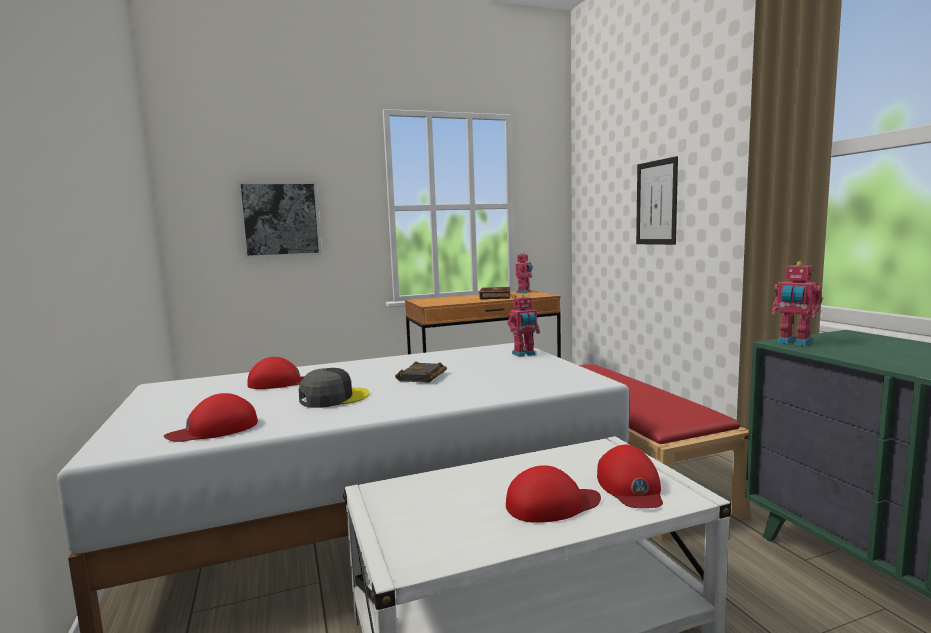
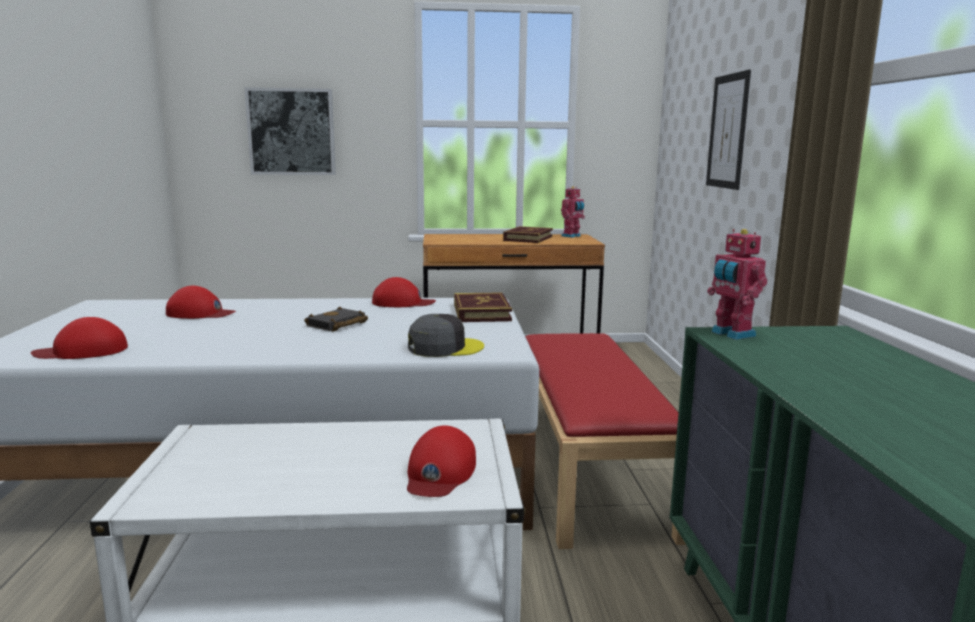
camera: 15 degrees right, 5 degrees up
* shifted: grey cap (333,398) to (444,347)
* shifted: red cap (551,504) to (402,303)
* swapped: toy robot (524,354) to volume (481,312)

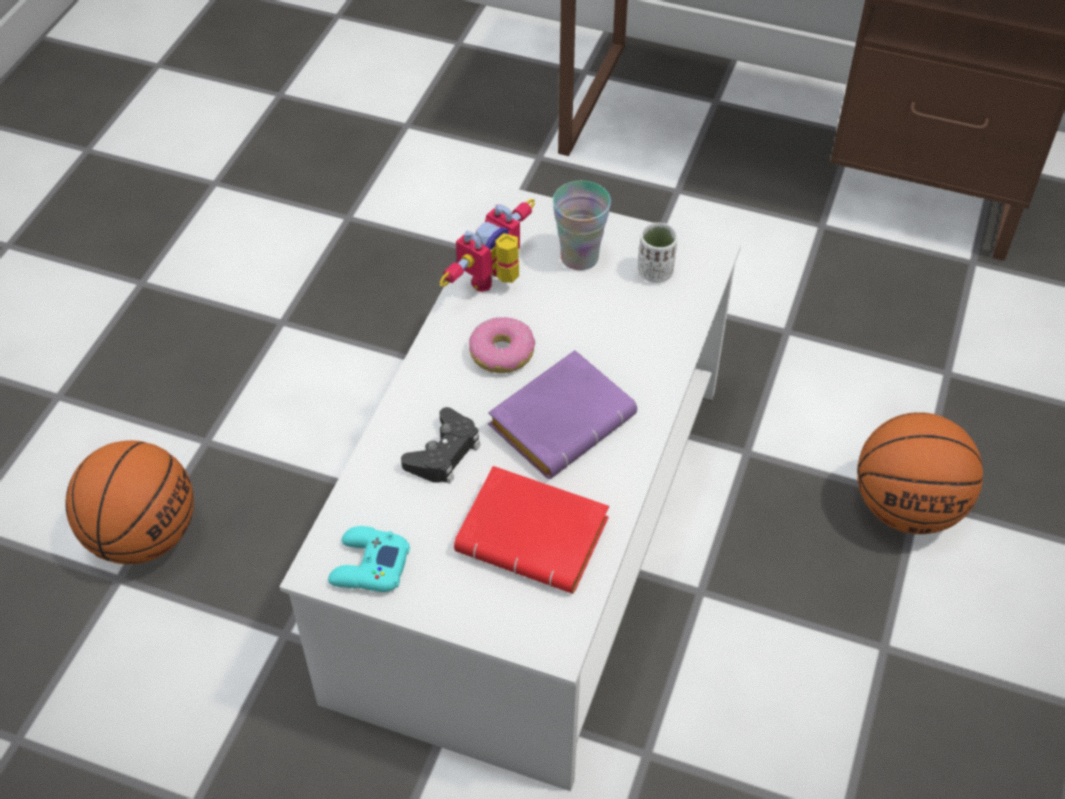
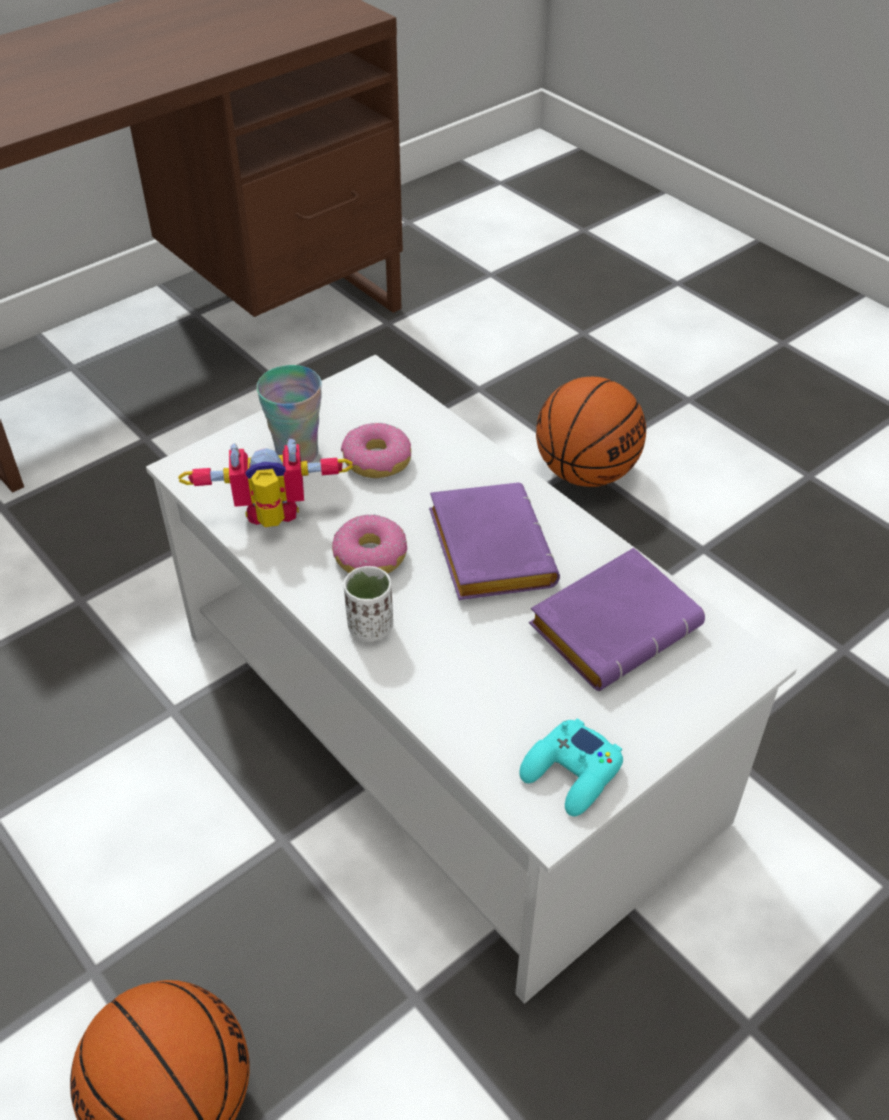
camera: 60 degrees left, 5 degrees down
* gone: black-coloured gamepad (444,453)
* new: doughnut (376,460)
* shifted: whitish cup (655,272) to (370,627)
* repainted: red volume (537,536) to purple-coloured volume (614,624)
* rotated: toy robot (496,281) = (272,521) 105 degrees clockwise

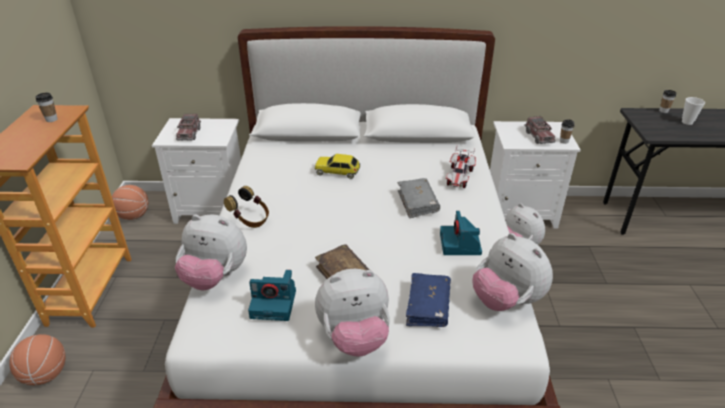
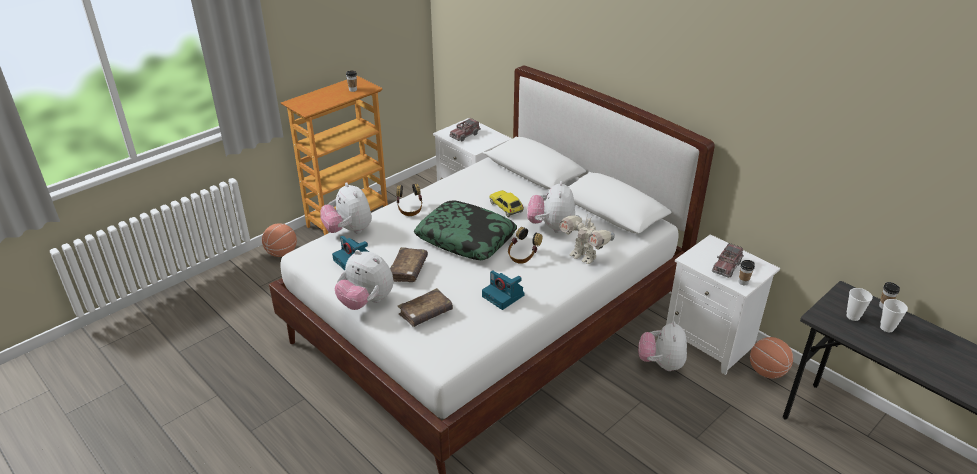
camera: 45 degrees right, 0 degrees up
* new: pillow (466,238)
* new: cup (853,316)
* shifted: basketball ball (133,216) to (767,371)
* shifted: soft toy (506,301) to (551,227)
* swapped: grey volume (417,203) to pair of headphones (523,256)
* swapped: toy car (459,177) to toy robot (584,256)
* repainted: bluish volume (428,306) to brownish volume (425,313)
* rotated: photo camera (460,245) = (504,296) 90 degrees counterclockwise

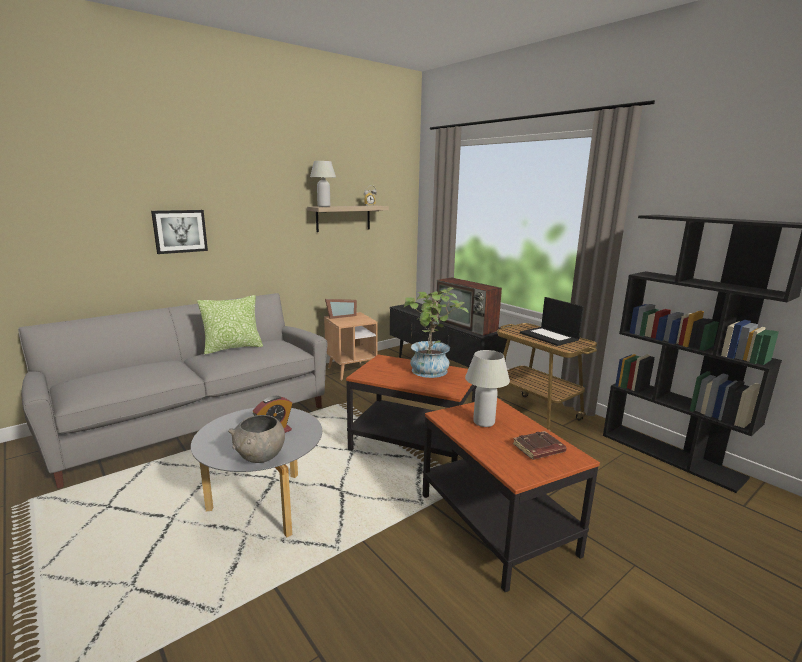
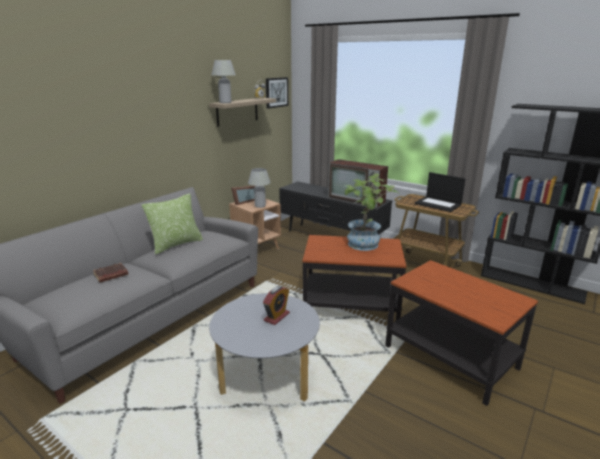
camera: 15 degrees left, 5 degrees up
* gone: grey deep dish (260,457)
* shifted: picture (180,231) to (276,92)
* shifted: whitish tabletop lamp (483,422) to (260,206)
* shifted: brownish volume (538,449) to (111,275)

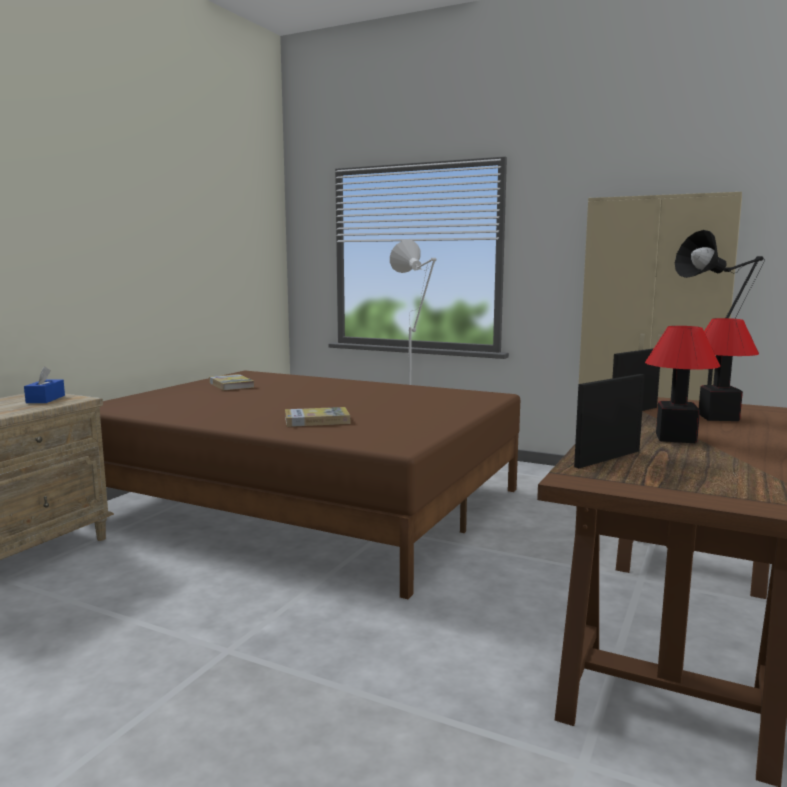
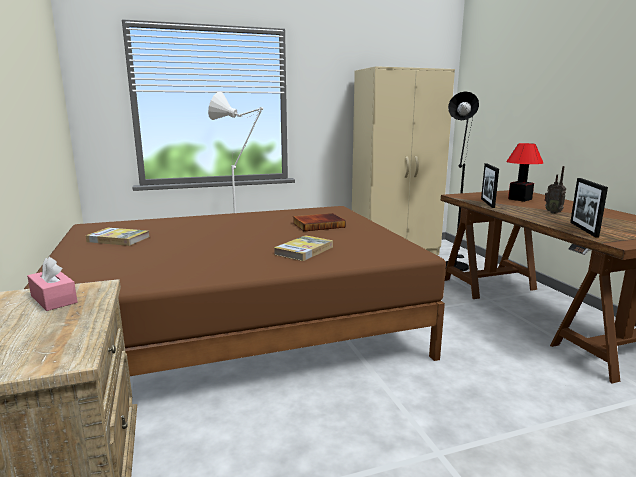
camera: 45 degrees left, 5 degrees up
* new: volume (318,225)
* swapped: tabletop lamp (676,438) to radio set (553,212)
* repainted: bluish tissue box (45,399) to pinkish tissue box (53,299)

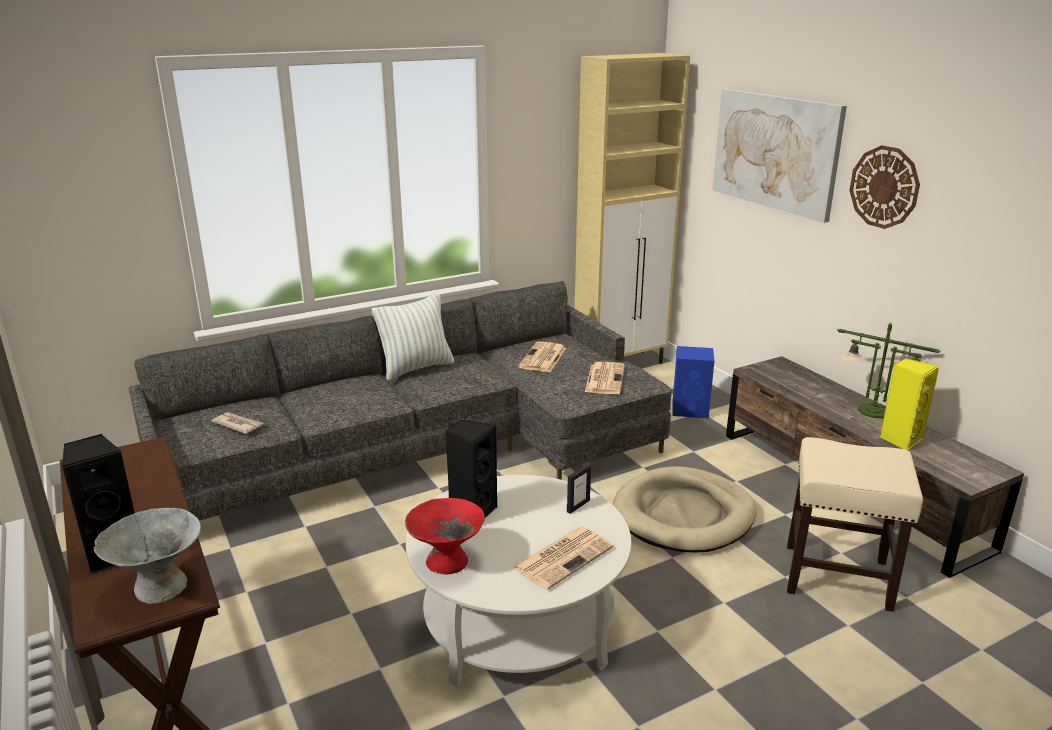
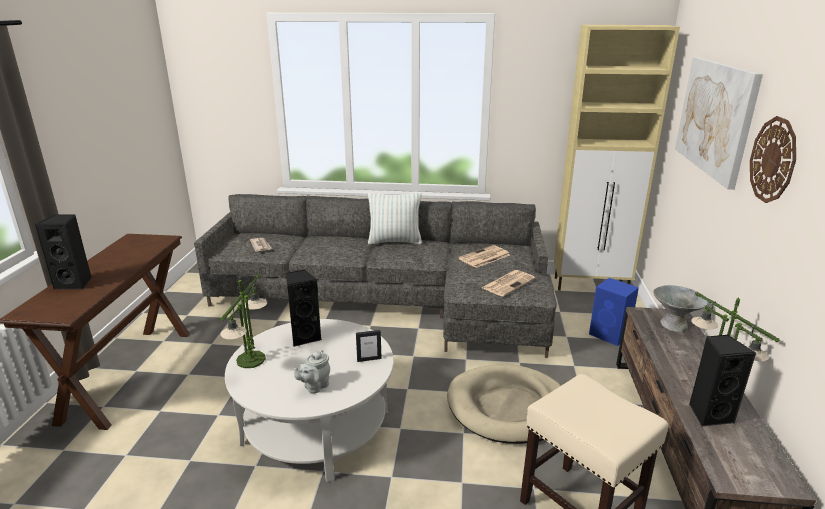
camera: 35 degrees right, 0 degrees up
* shifted: grey deep dish (160,587) to (673,325)
* swapped: red deep dish (446,562) to tabletop lamp (250,360)
* swapped: newspaper (564,557) to grey pot for tea (314,386)
* repainted: yellow-coloured speaker (900,439) to black-coloured speaker (709,414)

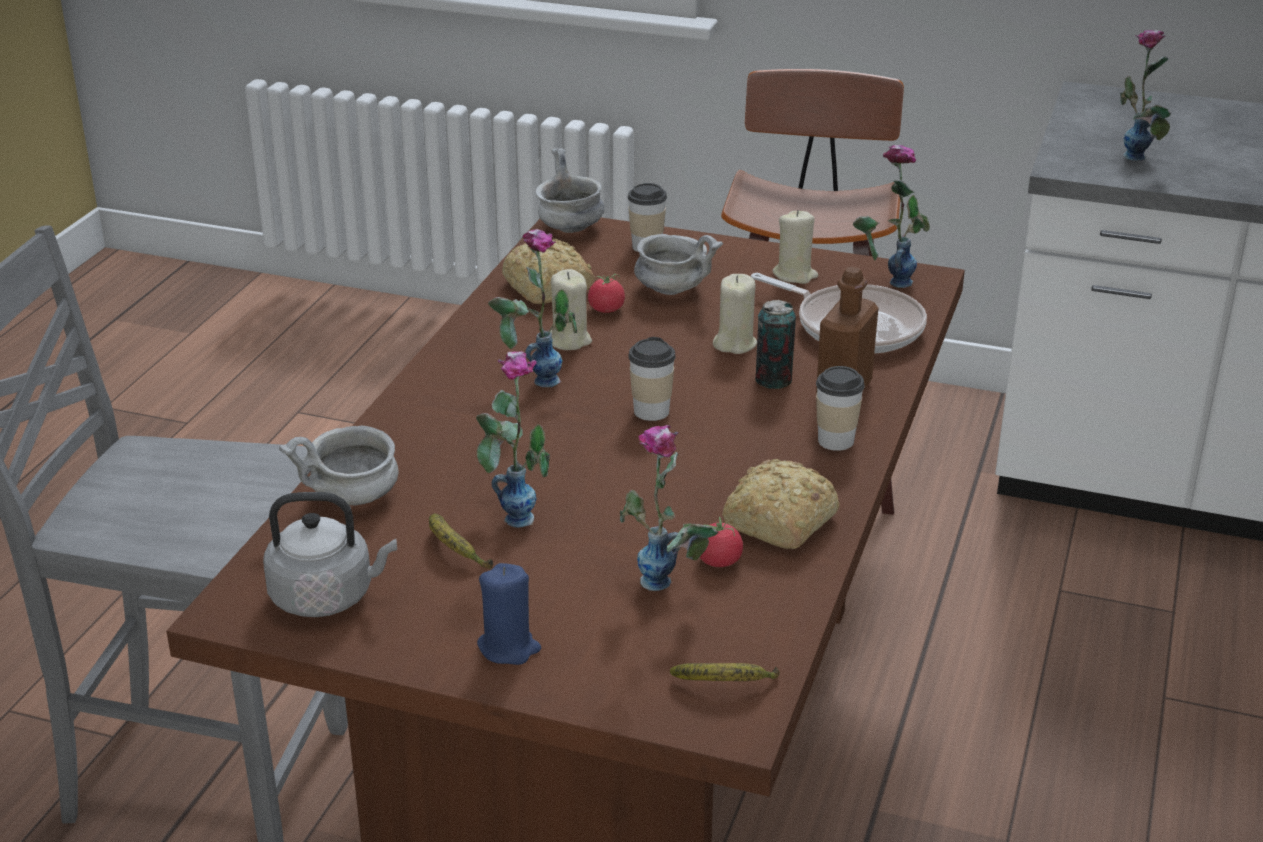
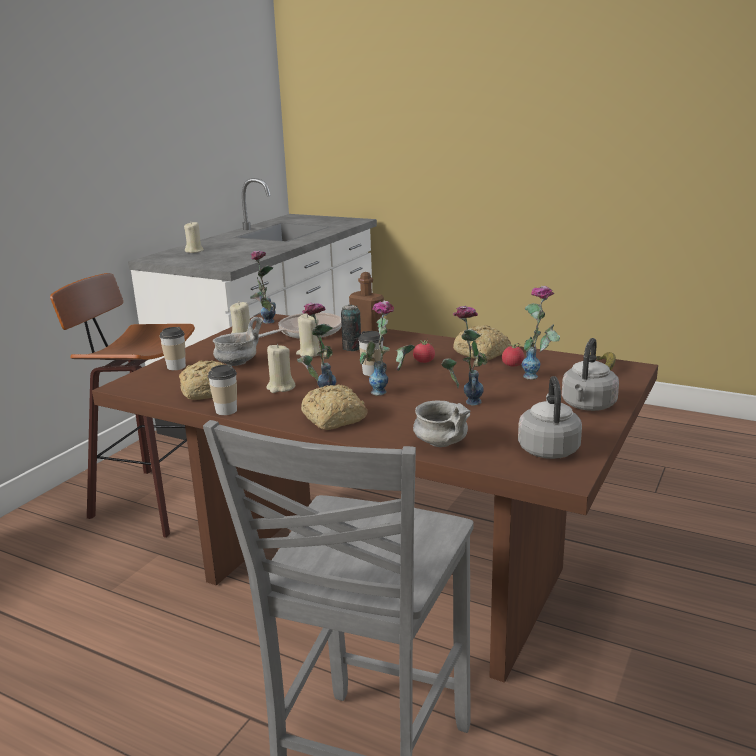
camera: 80 degrees left, 10 degrees down
* gone: banana fruit (454,551)
* gone: grey deep dish (569,226)
* new: beige-coloured wax candle (194,251)
* new: bakery bread (333,420)
* shifted: tomato (606,309) to (424,361)
* shifted: cup (836,441) to (226,410)
* shifted: decorative vase (1135,163) to (389,393)
* swapped: bluish wax candle (509,648) to grey tea kettle (587,406)

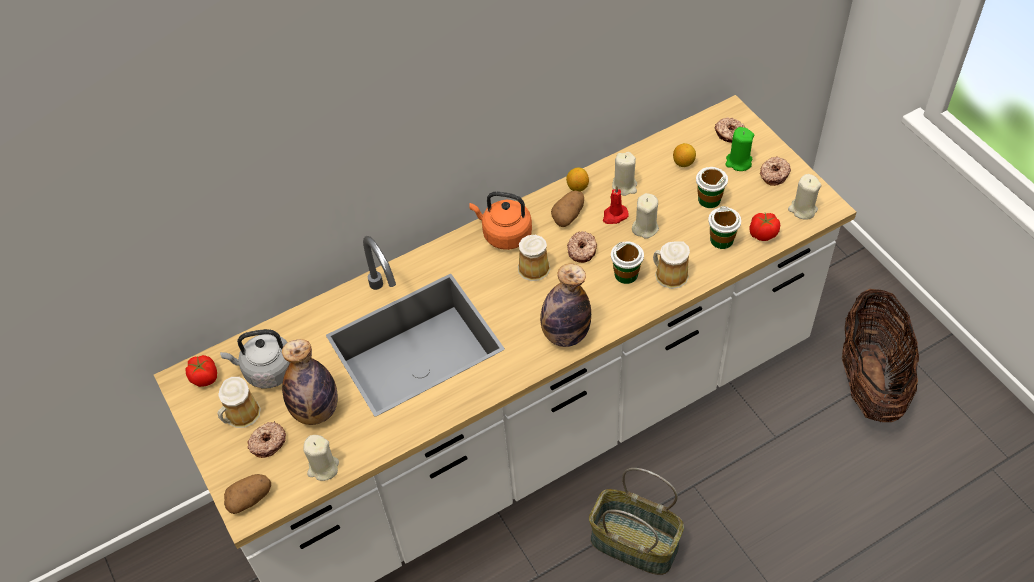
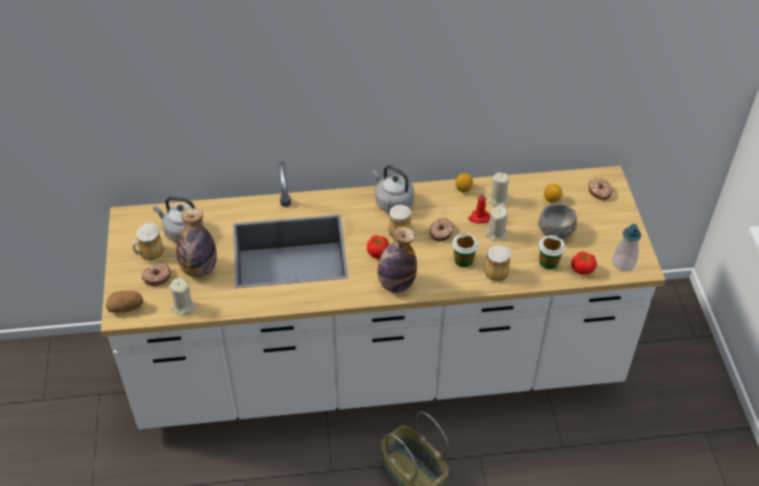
camera: 20 degrees right, 5 degrees down
* gone: whole potato (568,216)
* gone: green wax candle (738,162)
* gone: doughnut (773,174)
* gone: storage basket (870,379)
* shifted: tomato (205,377) to (378,253)
* swapped: cup (709,199) to grey deep dish (556,231)
* swapped: beige-coloured wax candle (802,209) to liquid soap bottle (623,263)
* repainted: orangey tea kettle (504,234) to grey tea kettle (392,202)

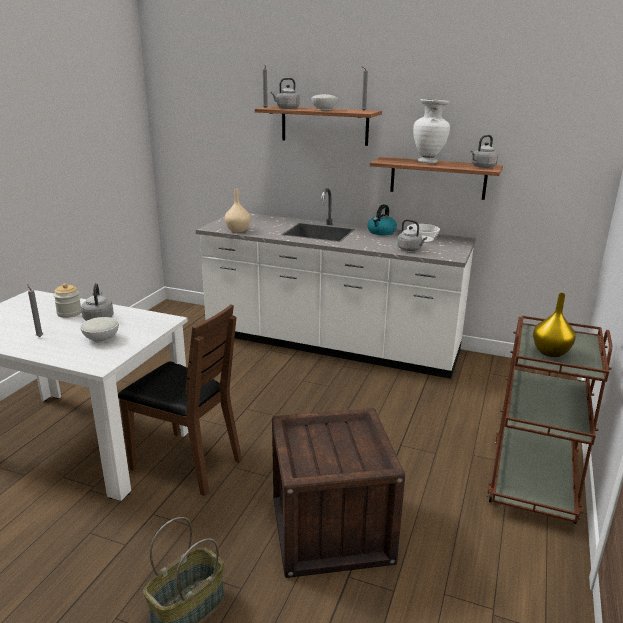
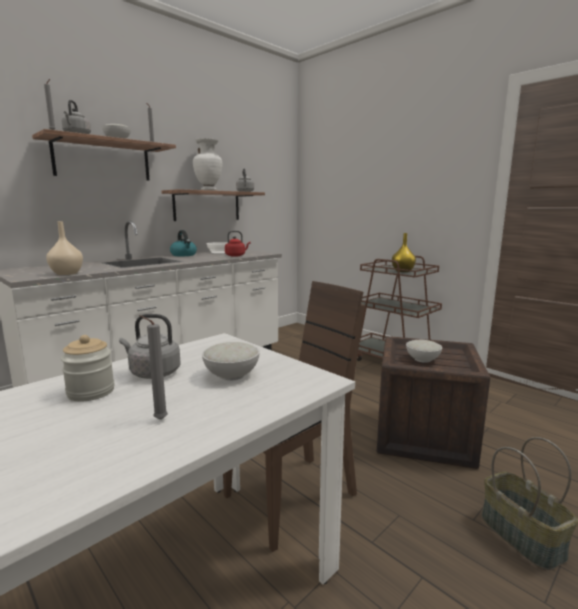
camera: 65 degrees left, 10 degrees down
* new: whitish deep dish (422,359)
* repainted: grey tea kettle (410,249) to red tea kettle (236,255)

